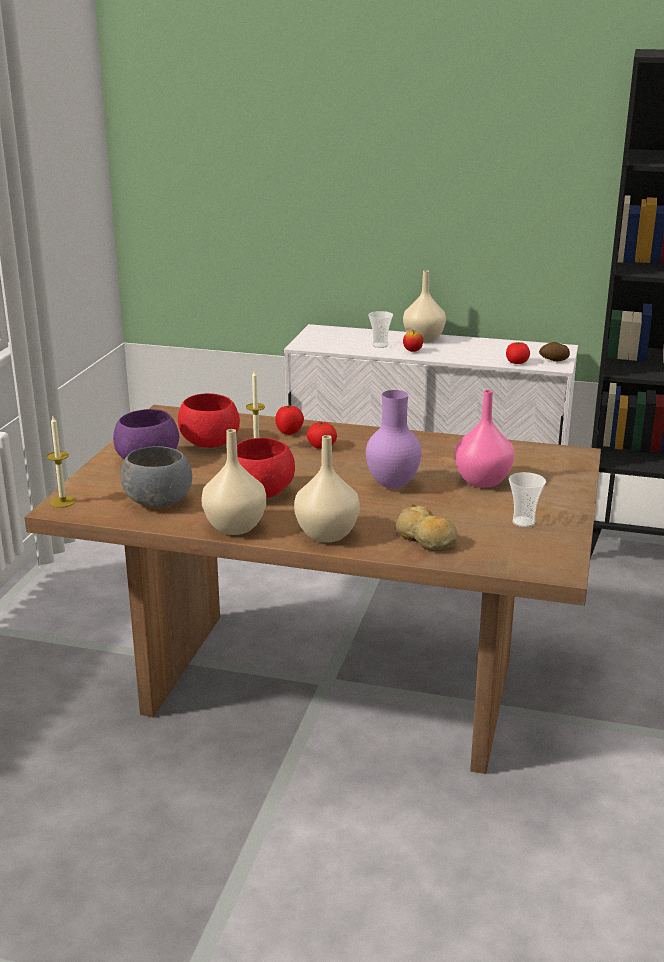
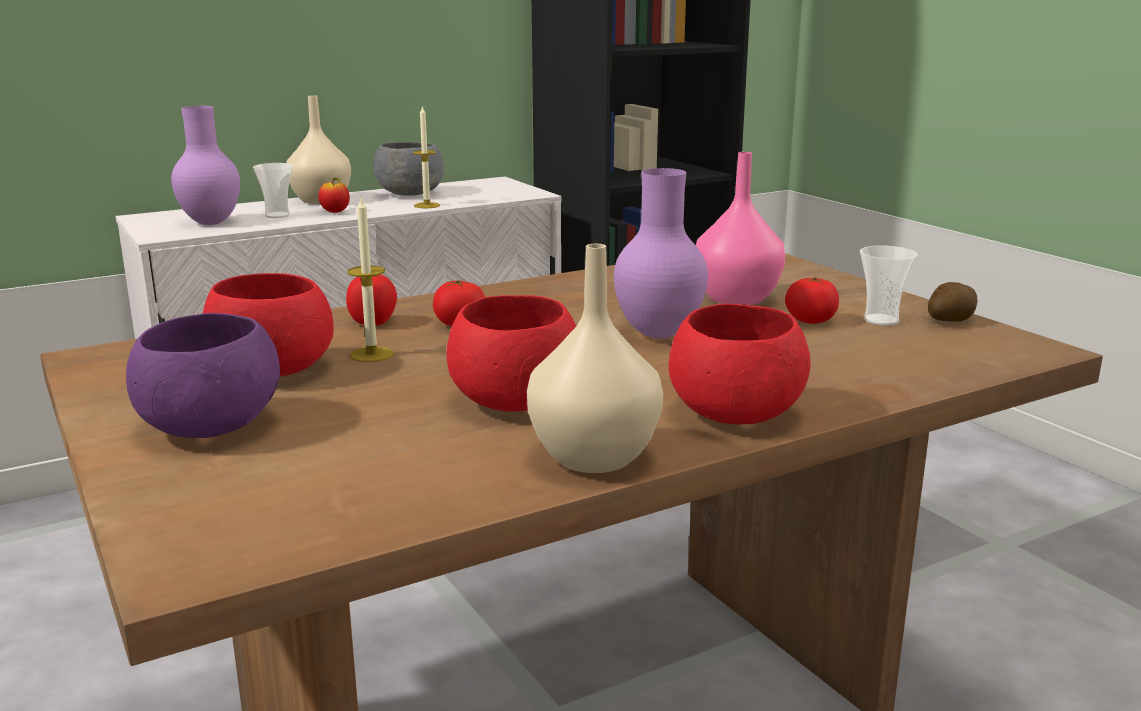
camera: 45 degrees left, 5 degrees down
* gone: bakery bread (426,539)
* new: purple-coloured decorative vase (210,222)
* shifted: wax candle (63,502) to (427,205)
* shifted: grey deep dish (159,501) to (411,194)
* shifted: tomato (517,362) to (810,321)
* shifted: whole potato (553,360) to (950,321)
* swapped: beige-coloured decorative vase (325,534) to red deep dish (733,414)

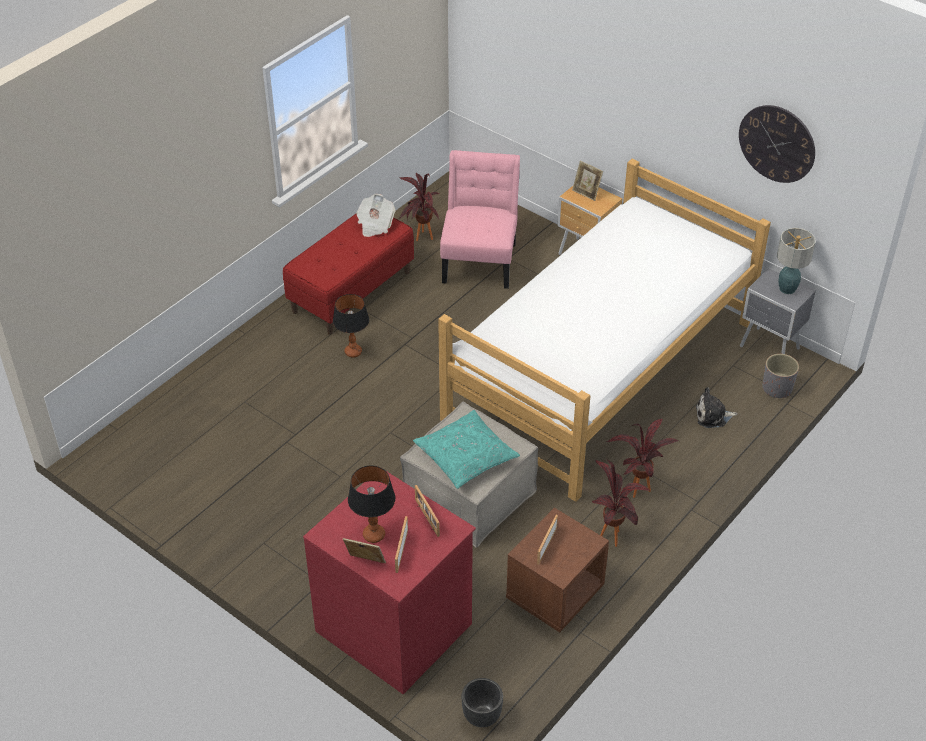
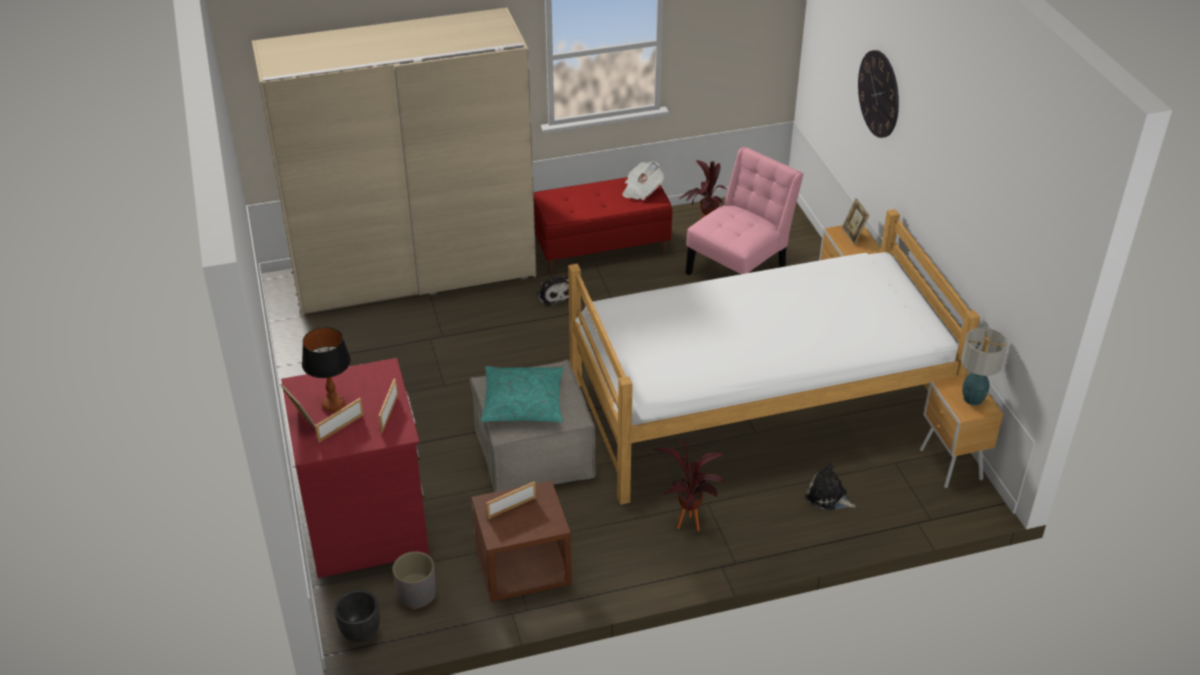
camera: 35 degrees right, 5 degrees down
* gone: potted plant (614,533)
* new: beige-coloured armoire (414,273)
* shifted: clock on the wall (777,143) to (879,94)
* shifted: grey flower pot (777,388) to (417,594)
* swapped: tabletop lamp (353,352) to soft toy (554,295)
* repainted: grey bedside table (770,349) to brownish bedside table (950,466)

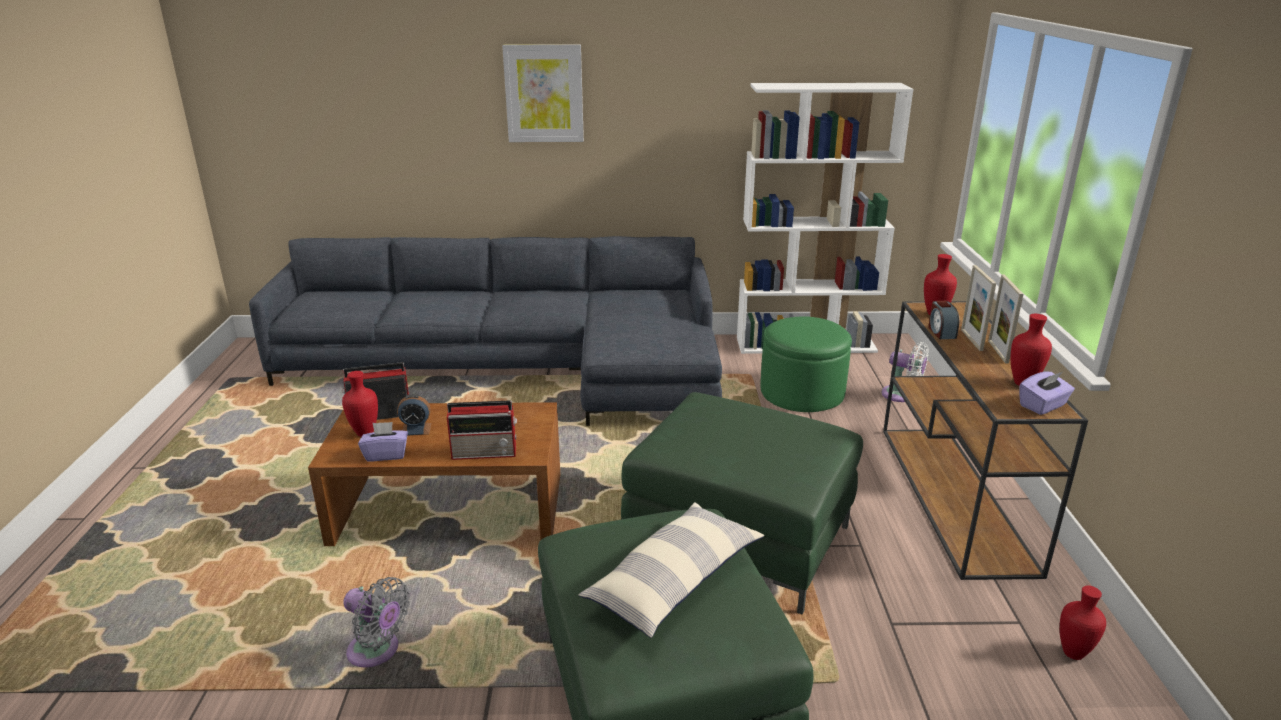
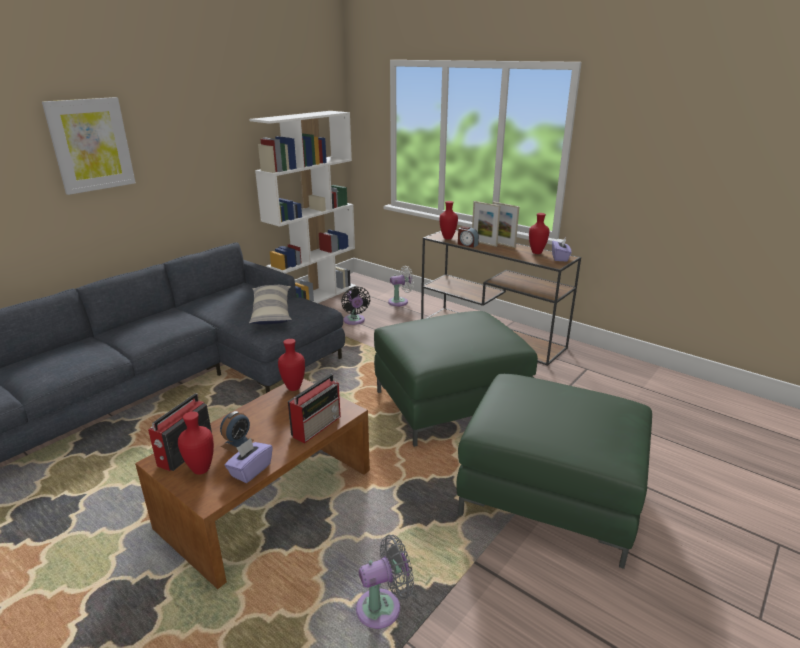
camera: 50 degrees left, 0 degrees up
* shifted: pillow (674,581) to (272,312)
* shifted: red decorative vase (1072,654) to (293,388)
* swapped: green ottoman (802,392) to black-coloured cooling fan (354,321)

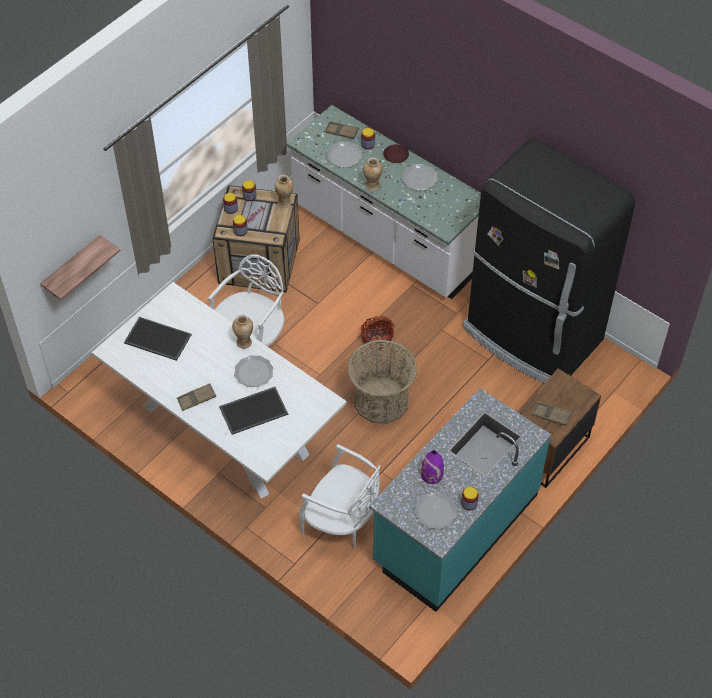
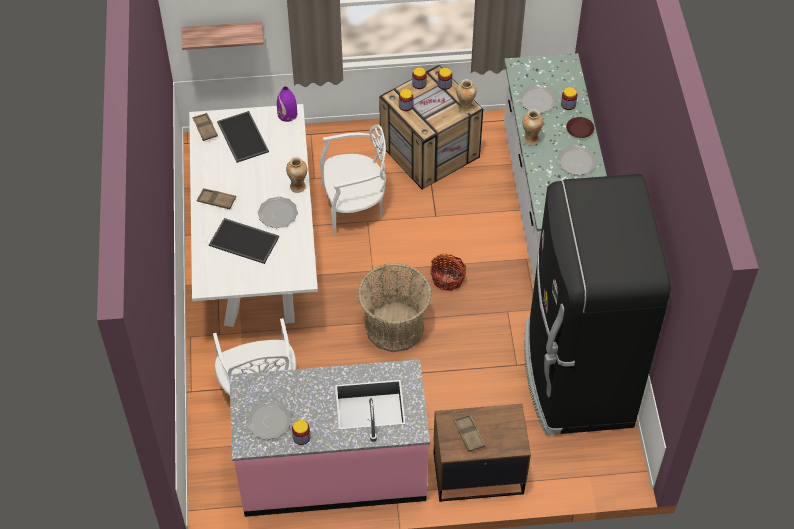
camera: 45 degrees right, 0 degrees up
* shifted: brownish tray (341,132) to (205,129)
* shifted: purple-coloured decorative vase (432,475) to (287,114)
* repainted: blue-green kitchen counter (454,528) to pinkish kitchen counter (332,469)

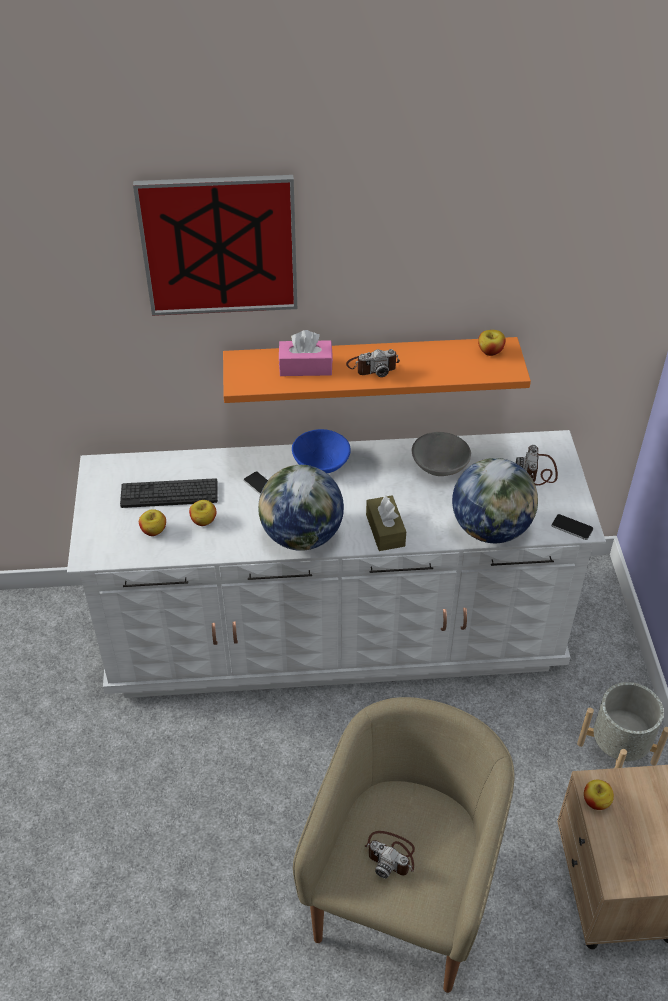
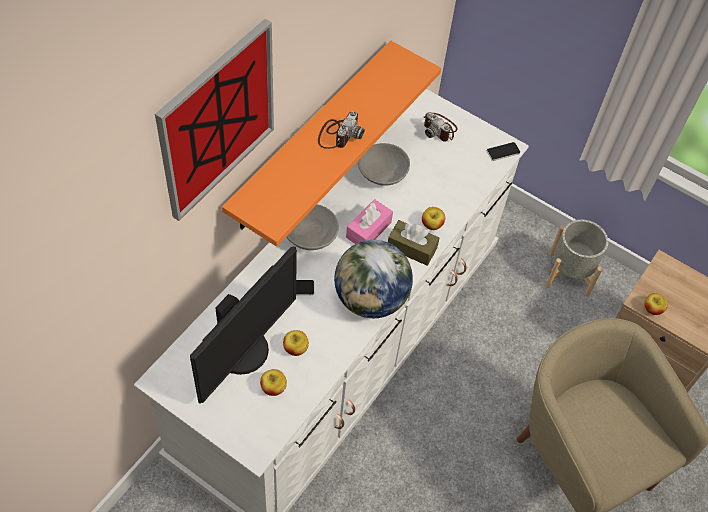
camera: 55 degrees left, 10 degrees up
* gone: photo camera (391,855)
* gone: desk globe (490,529)
* shifted: pinkish tissue box (305,367) to (368,230)
* shifted: whole apple (490,351) to (432,224)
* swapped: PC keyboard (169,494) to computer screen (244,351)
* repainted: bluish deep dish (321,463) to grey deep dish (310,236)

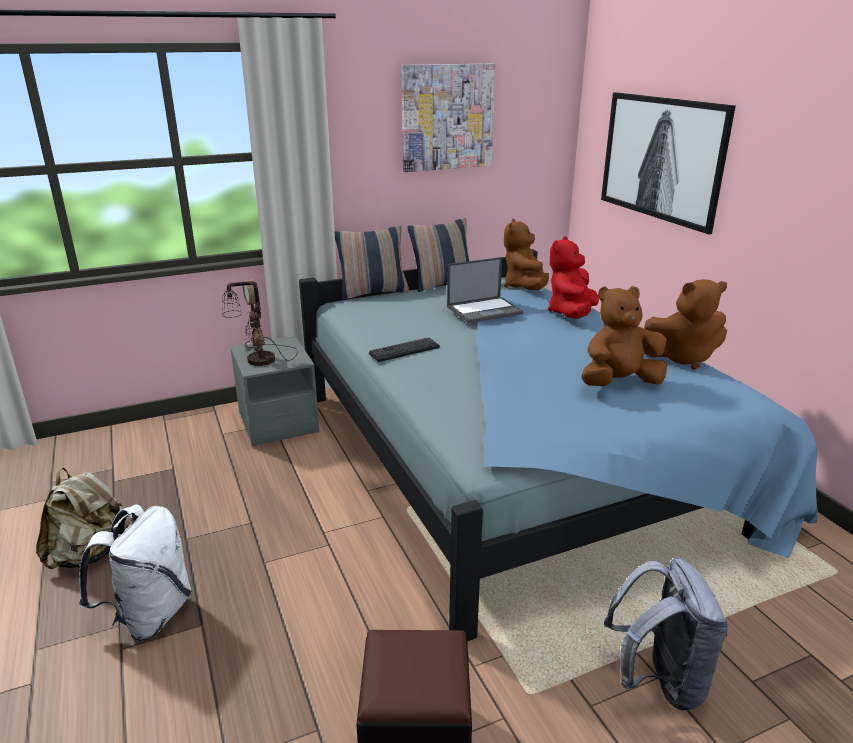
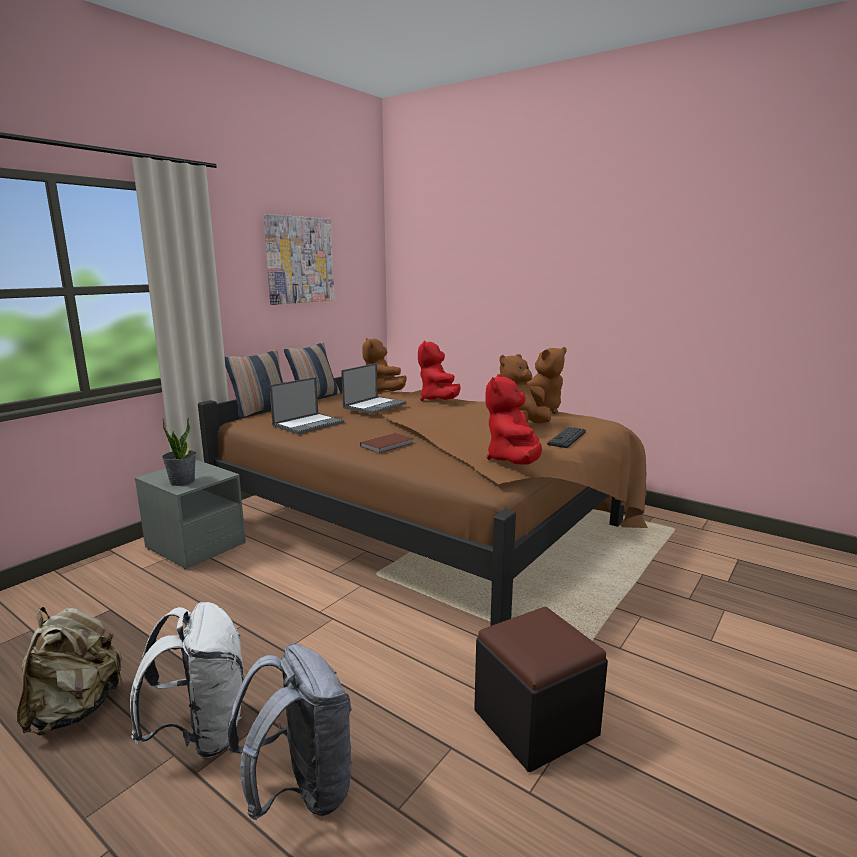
camera: 30 degrees left, 10 degrees down
* gone: picture (661,158)
* new: portable computer (309,424)
* new: brownish volume (388,445)
* new: red soft toy (514,461)
* shifted: PC keyboard (404,350) to (567,438)
* shifted: grey rucksack (659,680) to (301,790)
* swapped: tabletop lamp (260,361) to potted plant (182,481)
* repainted: bluish bed (519,460) to brownish bed (431,521)

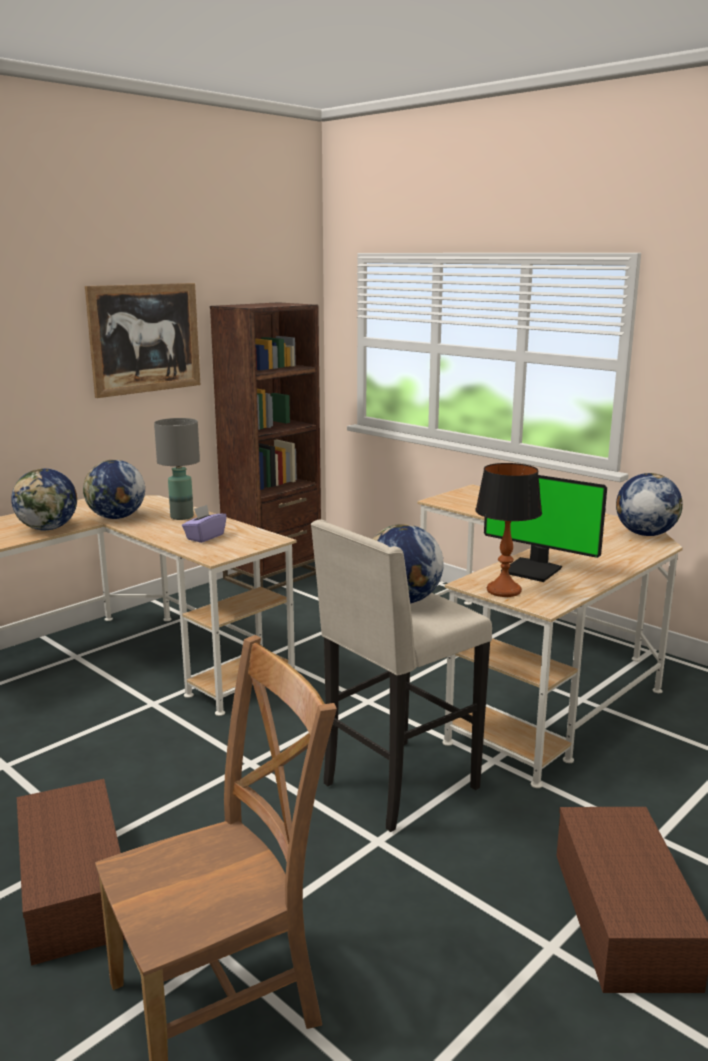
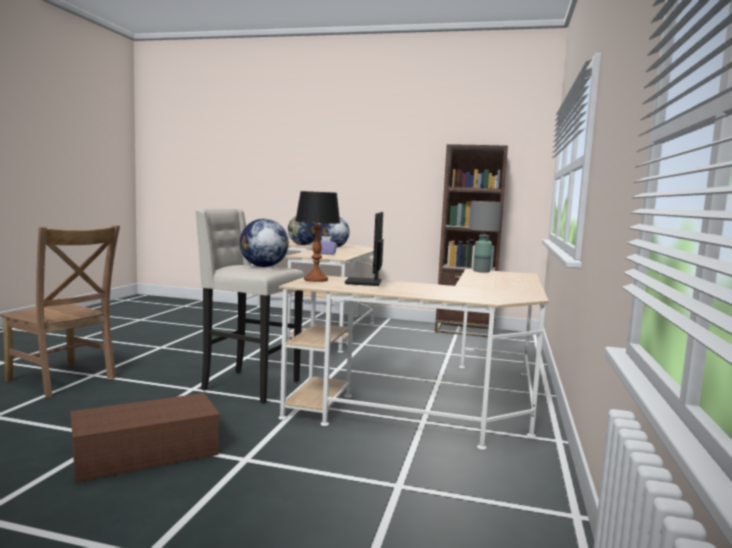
camera: 60 degrees right, 10 degrees down
* gone: brownish storage box (71,887)
* gone: picture (145,338)
* gone: desk globe (645,534)
* shifted: grey tabletop lamp (181,517) to (481,271)

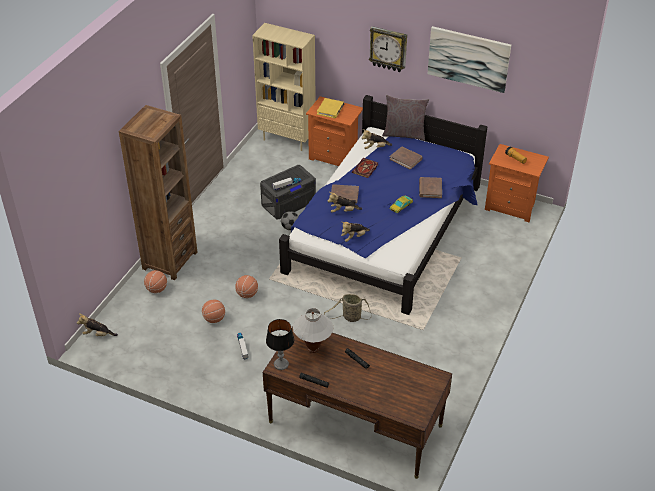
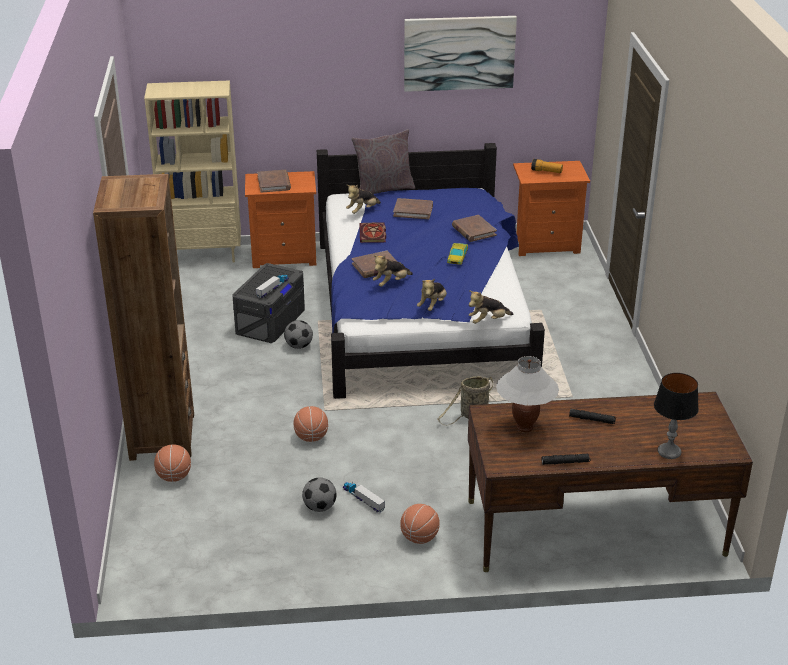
camera: 30 degrees left, 10 degrees down
* gone: clock on the wall (388,49)
* new: football ball (320,507)
* shifted: soft toy (98,334) to (488,321)
* shifted: basketball ball (214,319) to (419,538)
* shifted: tabletop lamp (281,364) to (669,452)
* repainted: yellow-coloured volume (330,109) to brownish volume (274,183)

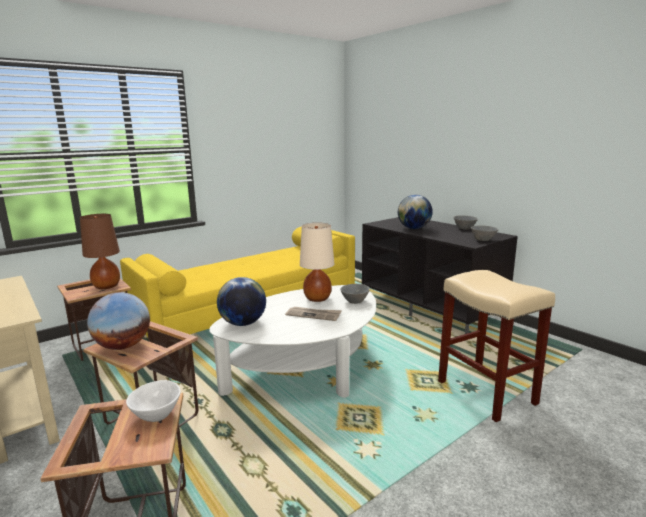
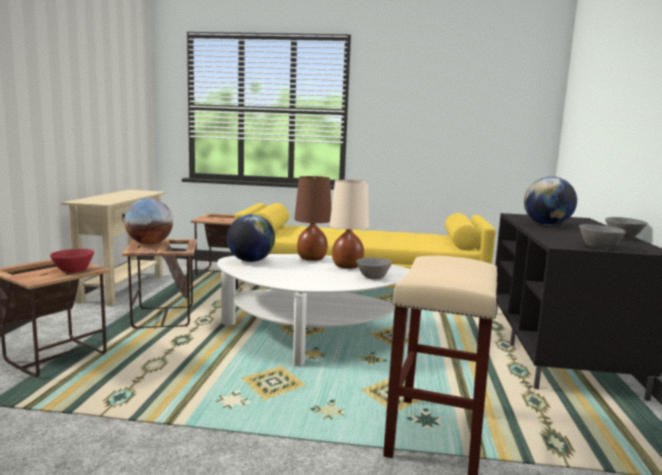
camera: 45 degrees right, 5 degrees down
* gone: newspaper (314,315)
* shifted: brownish tabletop lamp (106,287) to (311,258)
* repainted: whitish deep dish (155,415) to red deep dish (73,270)

